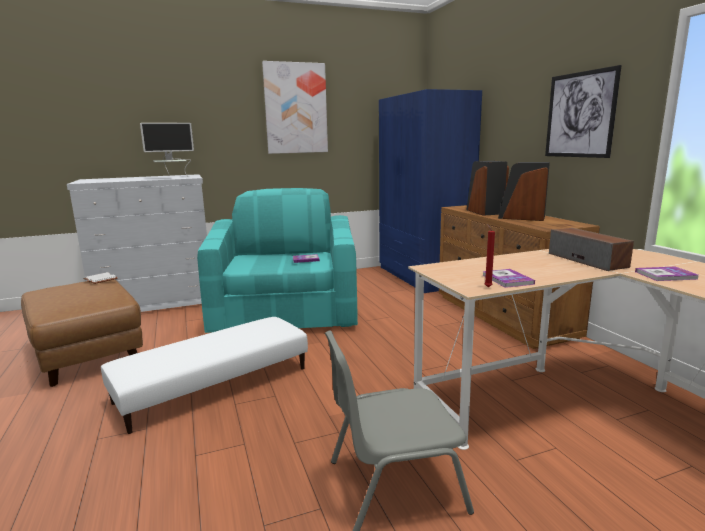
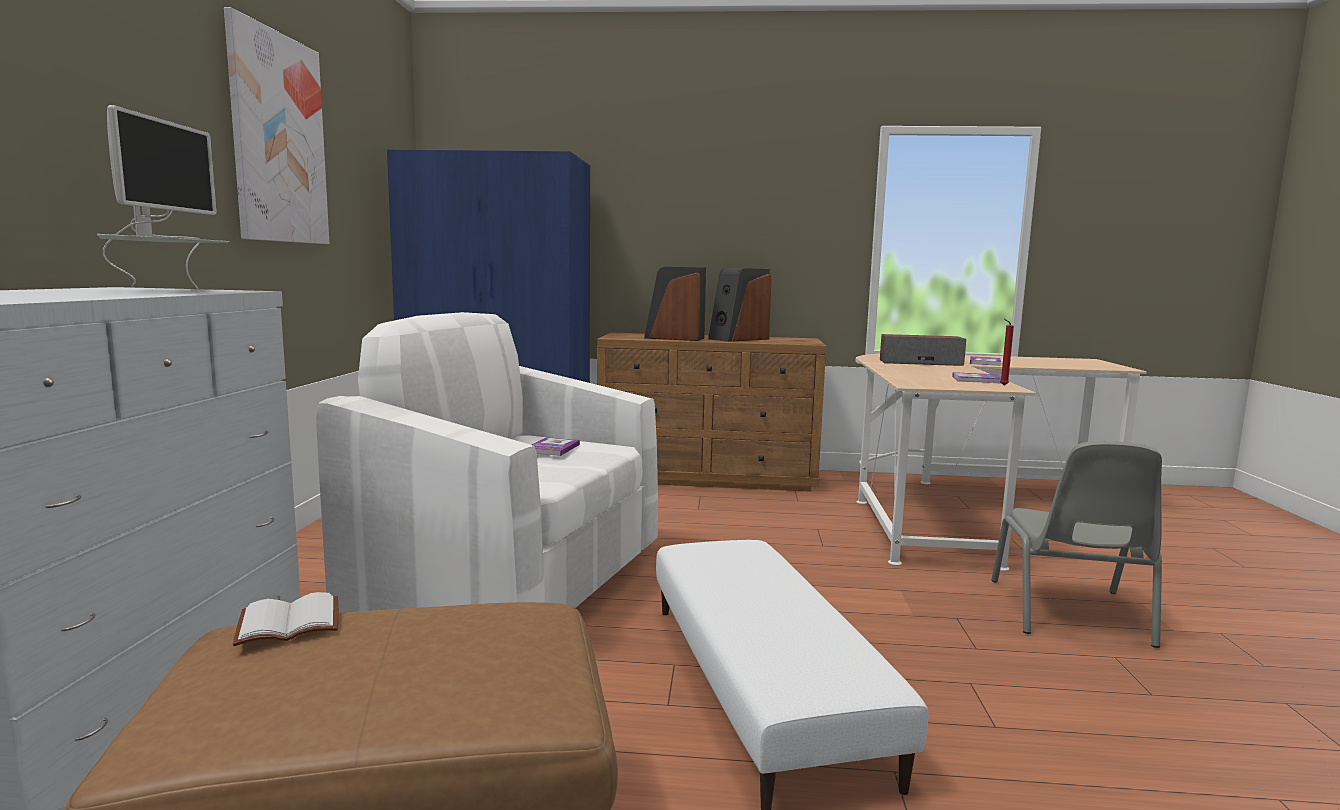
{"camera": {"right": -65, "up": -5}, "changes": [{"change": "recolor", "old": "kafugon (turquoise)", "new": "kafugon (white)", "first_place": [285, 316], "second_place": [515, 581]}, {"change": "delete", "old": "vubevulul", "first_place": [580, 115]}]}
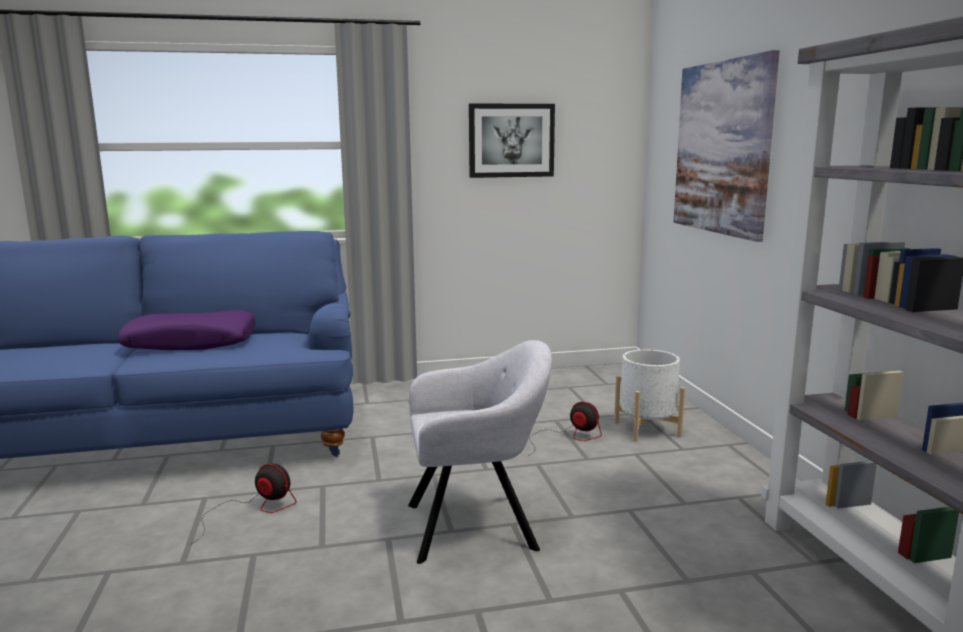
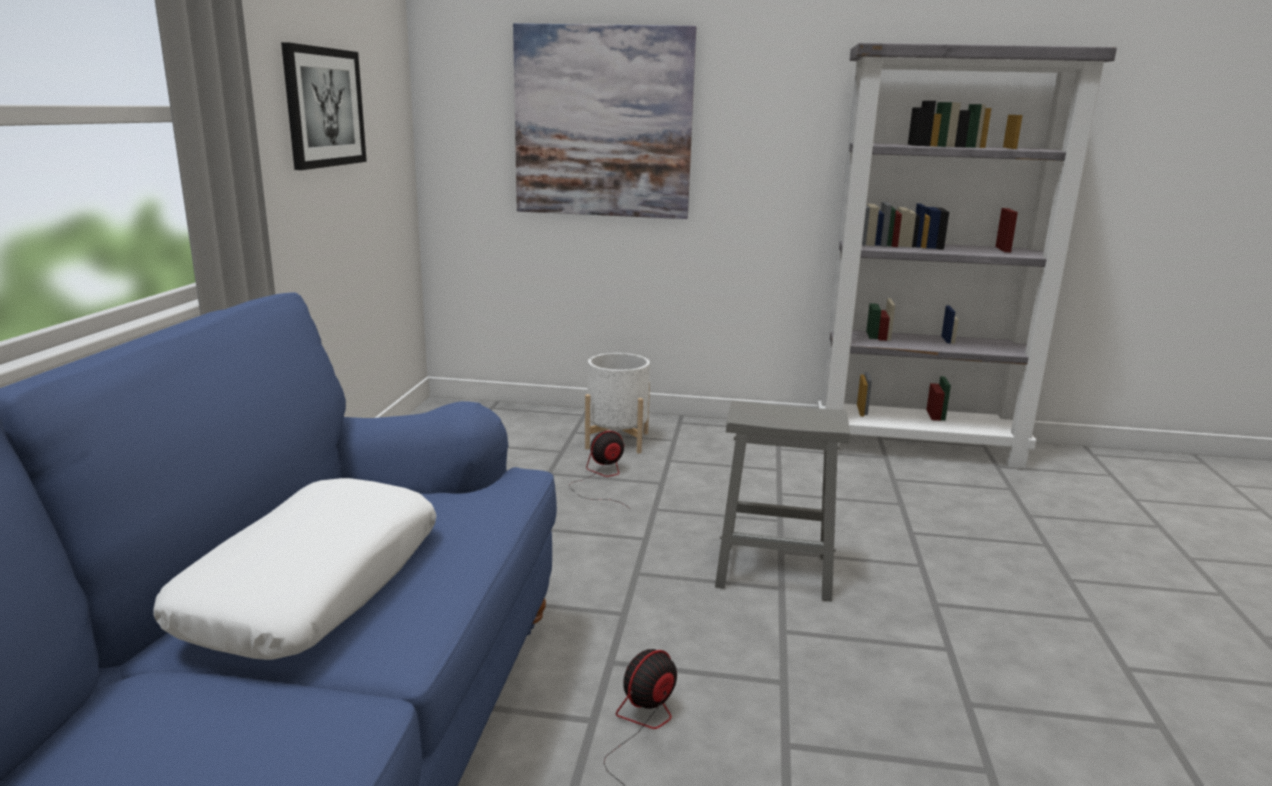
{"camera": {"right": -70, "up": 5}, "changes": [{"change": "recolor", "old": "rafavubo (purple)", "new": "rafavubo (white)", "first_place": [191, 343], "second_place": [313, 586]}, {"change": "replace", "old": "kafugon (grey)", "new": "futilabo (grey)", "first_place": [477, 525], "second_place": [776, 571]}]}
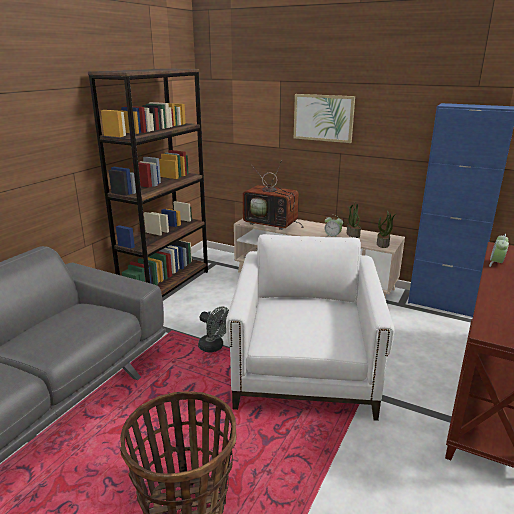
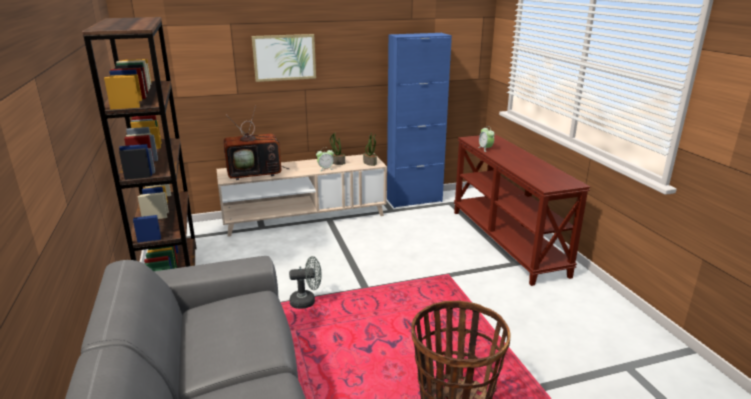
{"camera": {"right": -45, "up": 0}, "changes": [{"change": "delete", "old": "kafugon (white)", "first_place": [305, 367]}]}
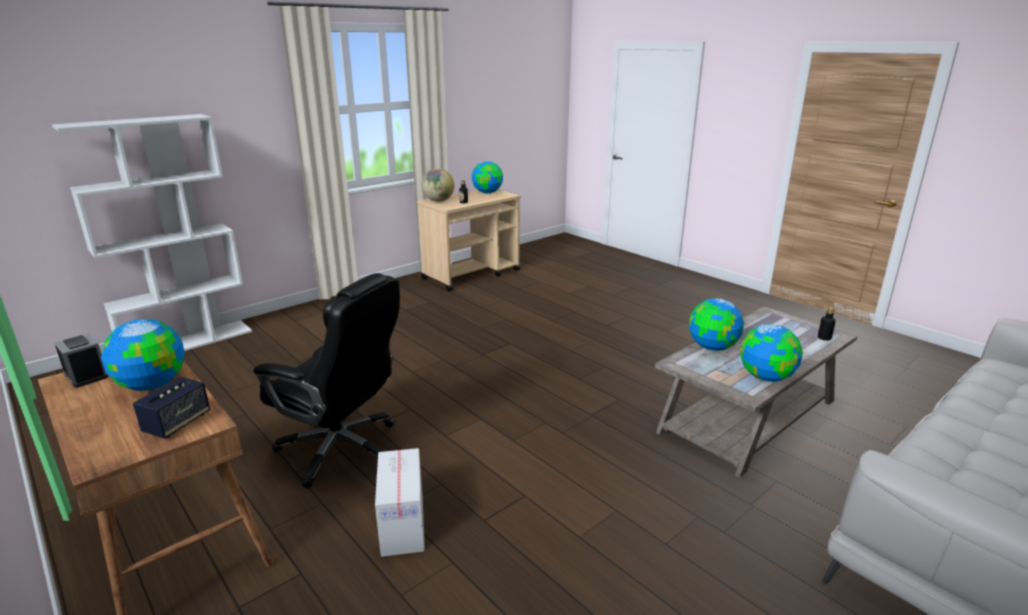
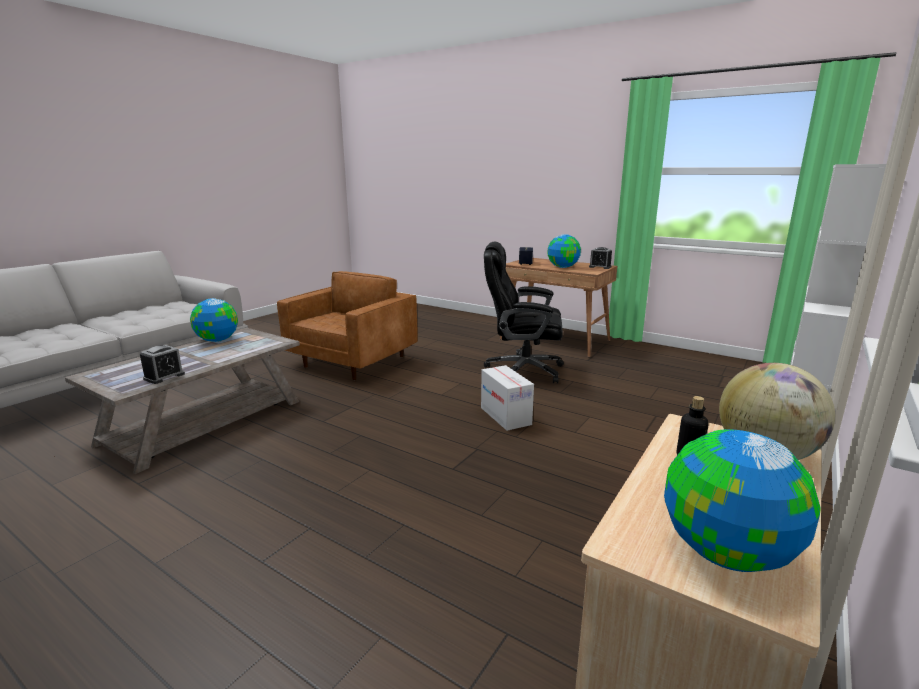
{"camera": {"right": 165, "up": -5}, "changes": [{"change": "move", "old": "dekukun", "first_place": [402, 524], "second_place": [505, 416]}, {"change": "delete", "old": "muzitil", "first_place": [712, 347]}, {"change": "delete", "old": "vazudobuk", "first_place": [824, 338]}, {"change": "insert", "new": "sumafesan", "second_place": [164, 376]}, {"change": "insert", "new": "kafugon (brown)", "second_place": [353, 363]}]}
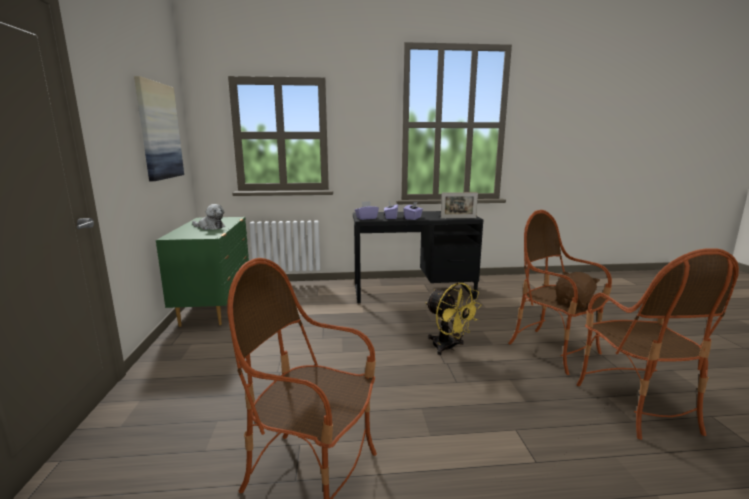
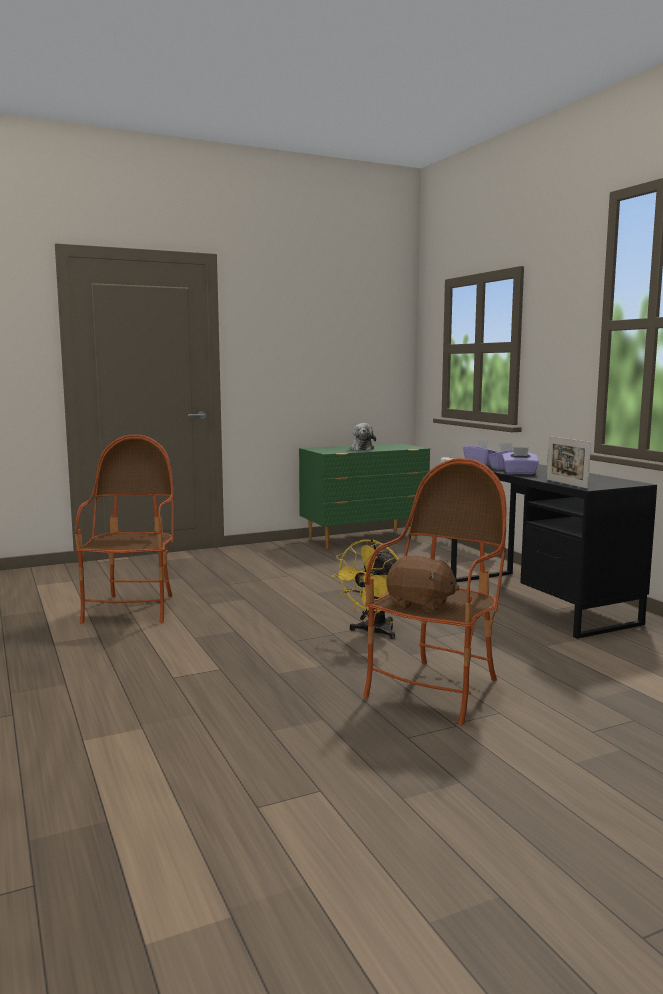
{"camera": {"right": 70, "up": -5}, "changes": [{"change": "delete", "old": "vubevulul", "first_place": [159, 131]}, {"change": "delete", "old": "kafugon", "first_place": [636, 406]}]}
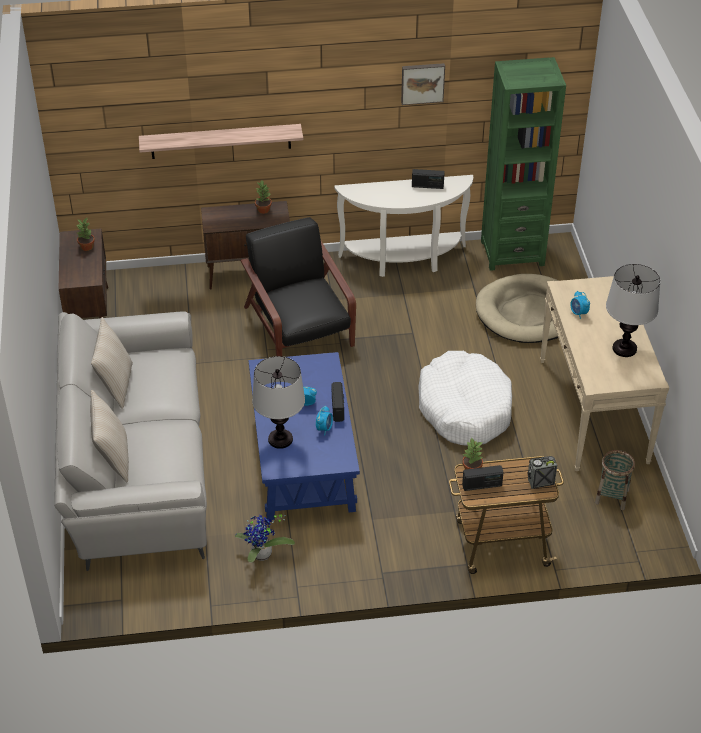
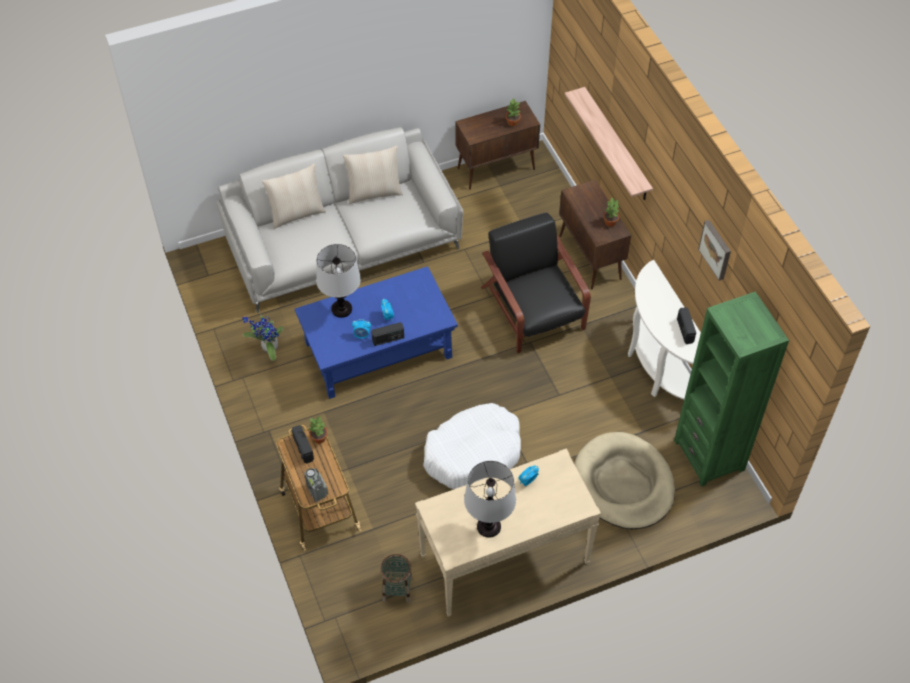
{"camera": {"right": 75, "up": 10}, "changes": [{"change": "rotate", "old": "kafugon (black)", "first_place": [299, 328], "second_place": [533, 310], "degrees": -75}]}
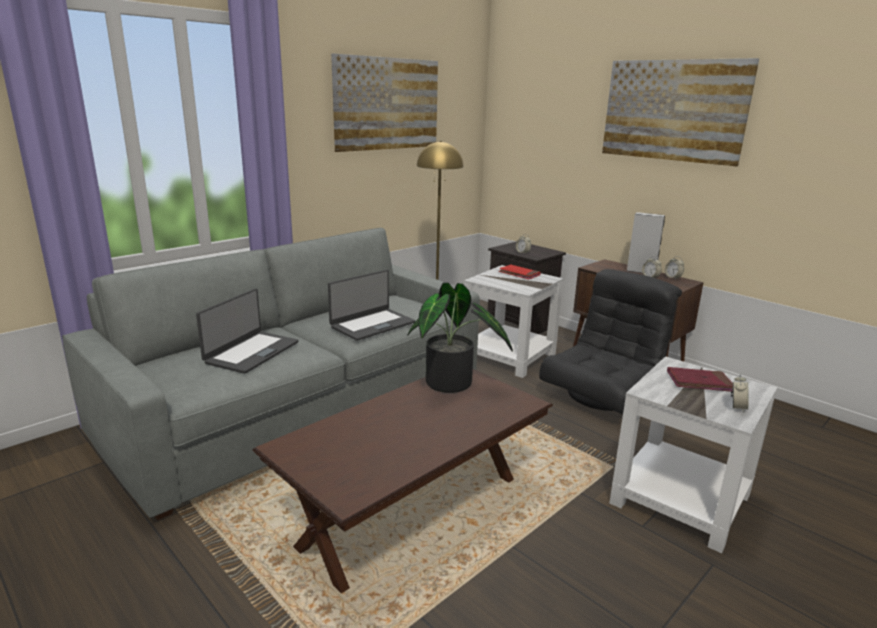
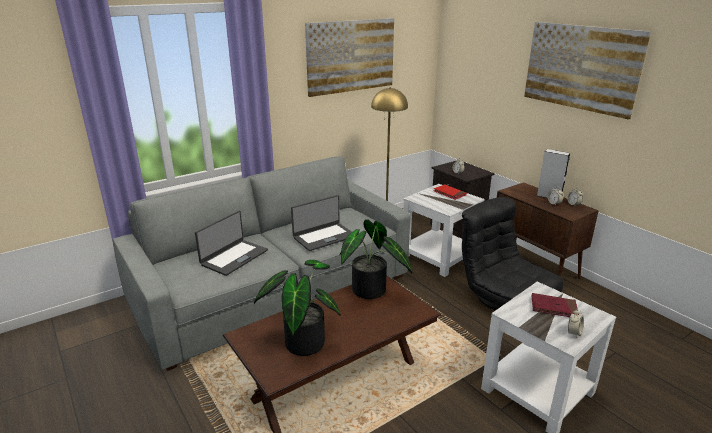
{"camera": {"right": 10, "up": 5}, "changes": [{"change": "rotate", "old": "kafugon (black)", "first_place": [603, 396], "second_place": [504, 297], "degrees": -90}, {"change": "insert", "new": "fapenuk", "second_place": [302, 341]}]}
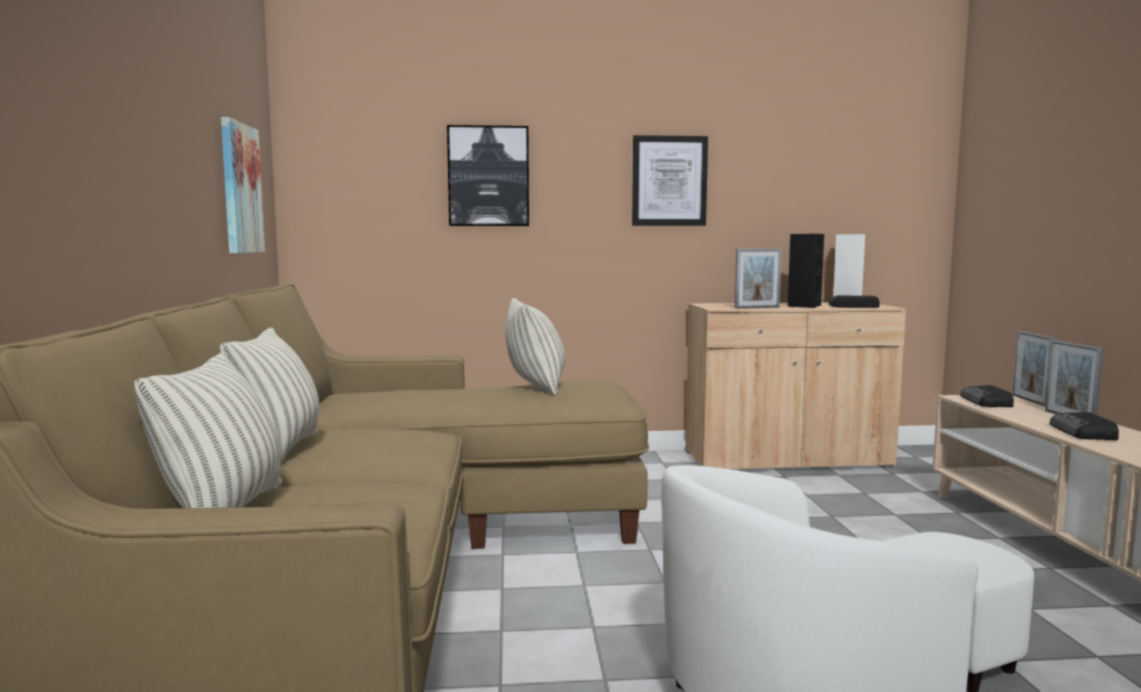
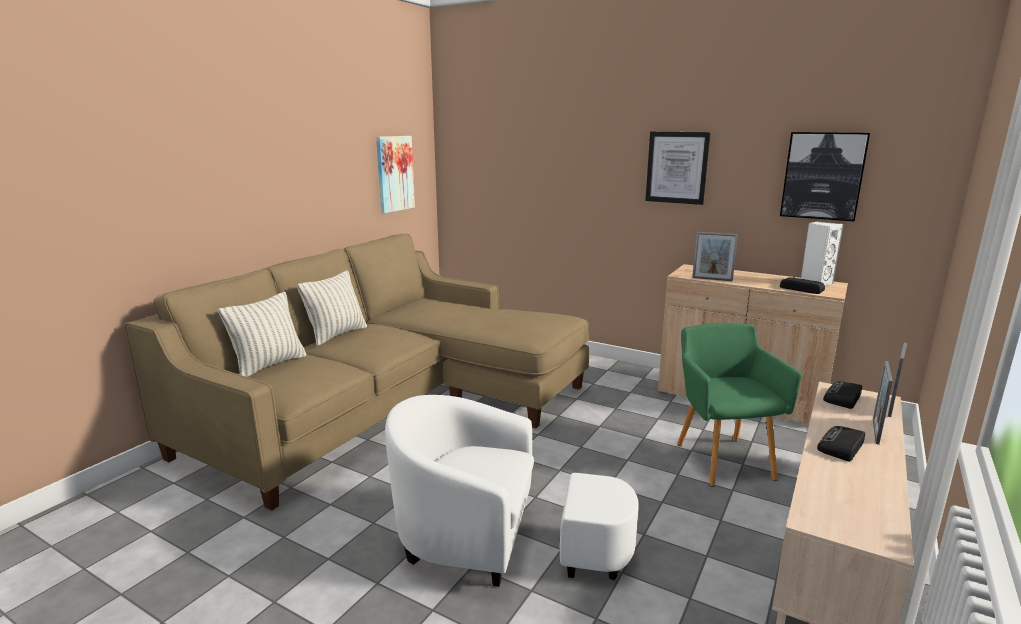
{"camera": {"right": 35, "up": 10}, "changes": [{"change": "move", "old": "vubevulul", "first_place": [488, 176], "second_place": [823, 176]}, {"change": "delete", "old": "rafavubo", "first_place": [535, 387]}, {"change": "delete", "old": "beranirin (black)", "first_place": [804, 306]}, {"change": "insert", "new": "kafugon (green)", "second_place": [722, 458]}]}
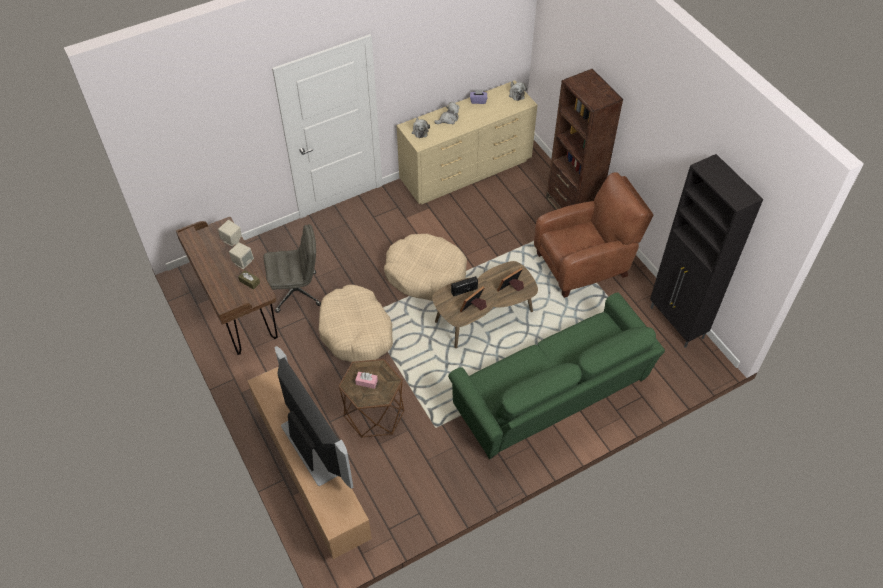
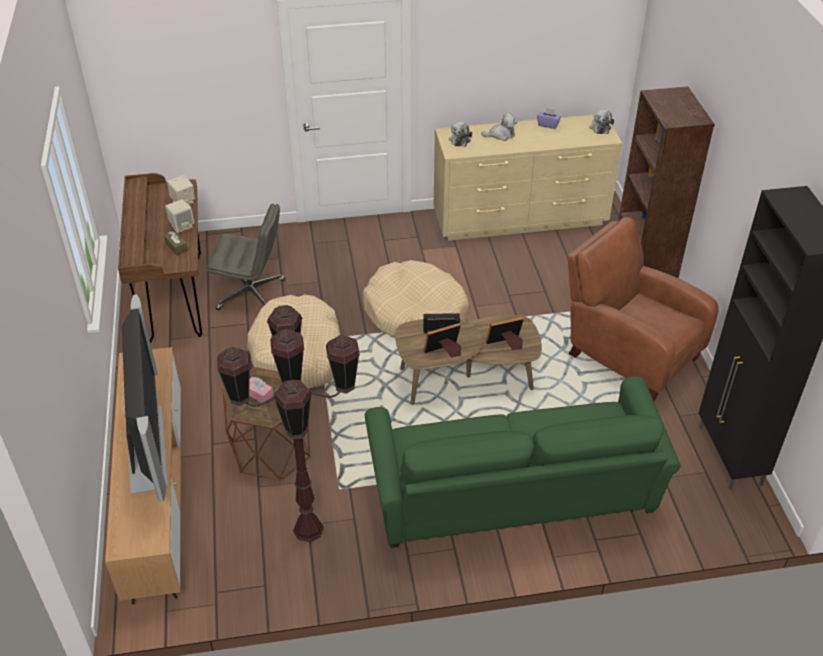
{"camera": {"right": 20, "up": -10}, "changes": [{"change": "rotate", "old": "kafugon (brown)", "first_place": [585, 264], "second_place": [629, 353], "degrees": -135}, {"change": "insert", "new": "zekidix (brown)", "second_place": [308, 530]}]}
